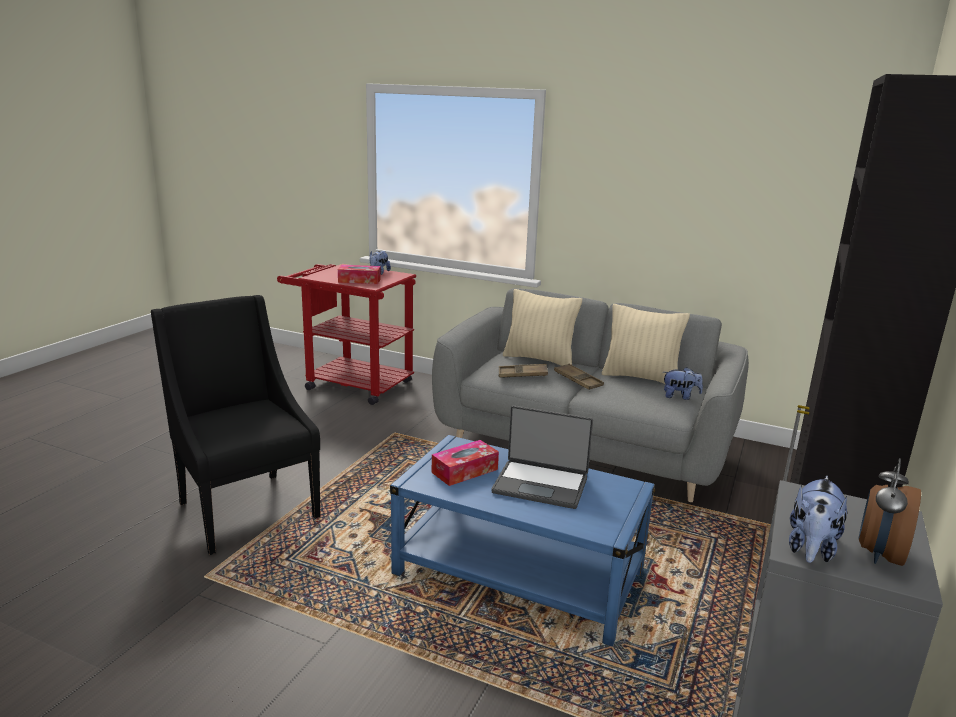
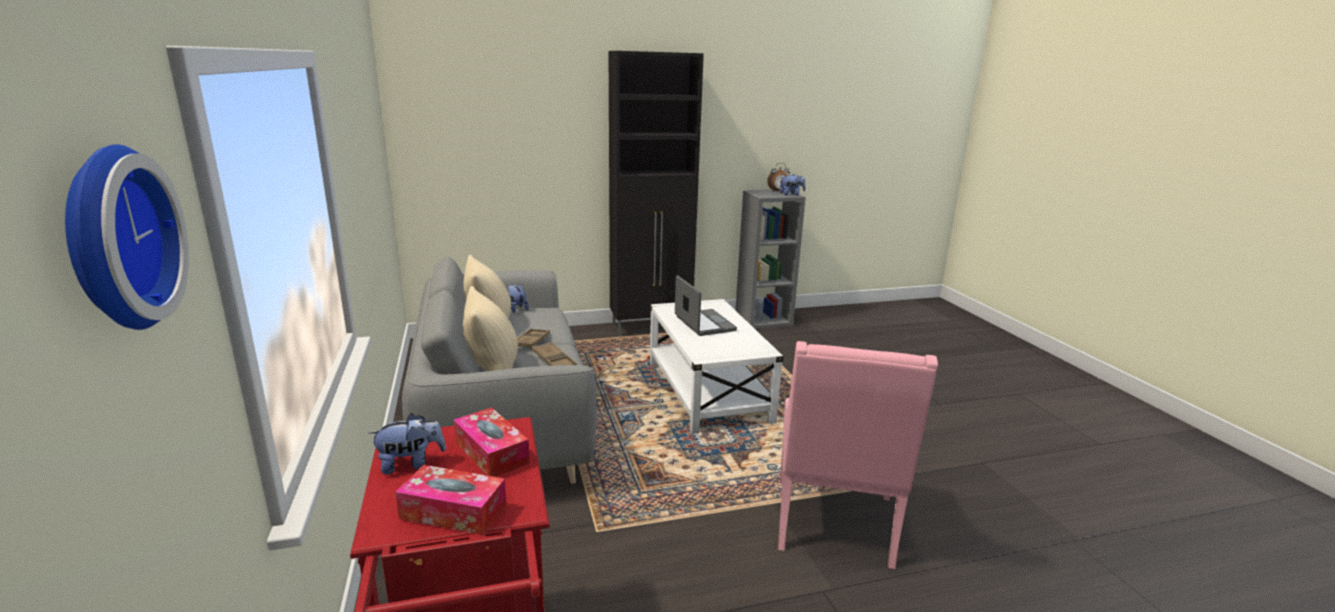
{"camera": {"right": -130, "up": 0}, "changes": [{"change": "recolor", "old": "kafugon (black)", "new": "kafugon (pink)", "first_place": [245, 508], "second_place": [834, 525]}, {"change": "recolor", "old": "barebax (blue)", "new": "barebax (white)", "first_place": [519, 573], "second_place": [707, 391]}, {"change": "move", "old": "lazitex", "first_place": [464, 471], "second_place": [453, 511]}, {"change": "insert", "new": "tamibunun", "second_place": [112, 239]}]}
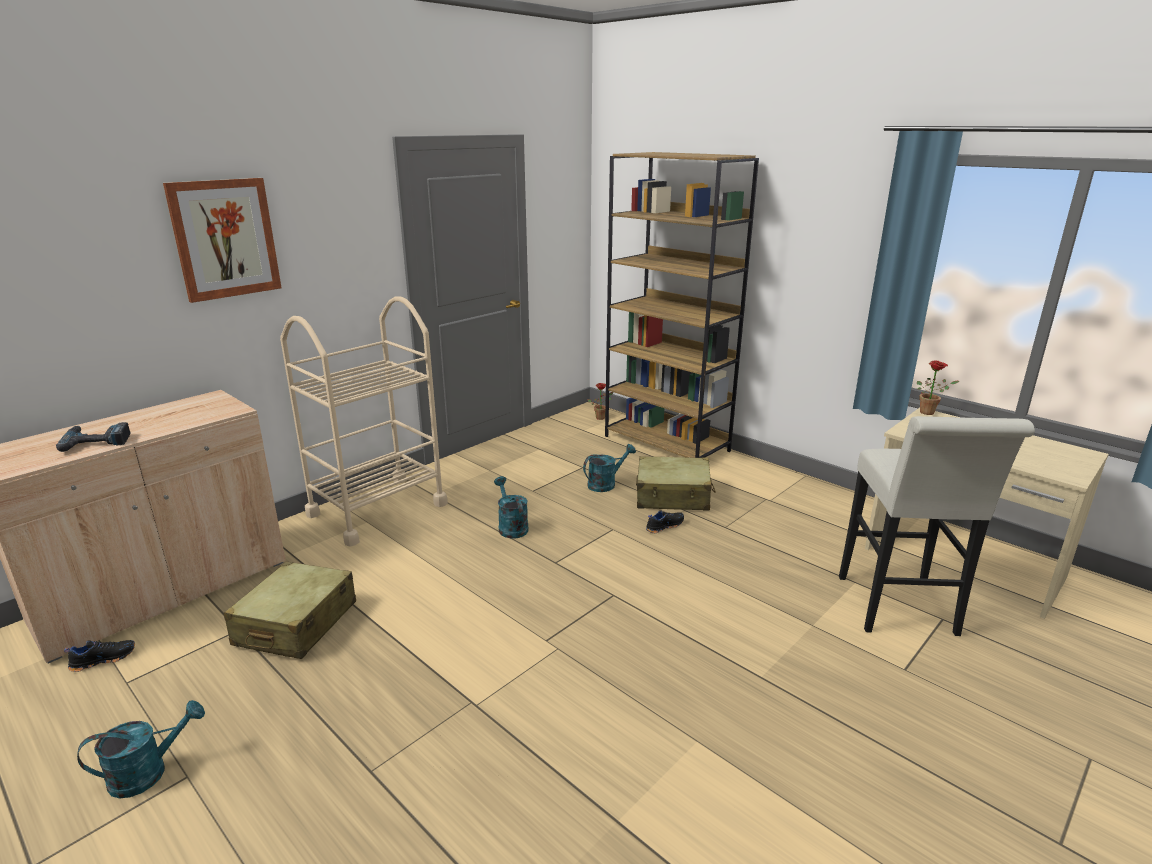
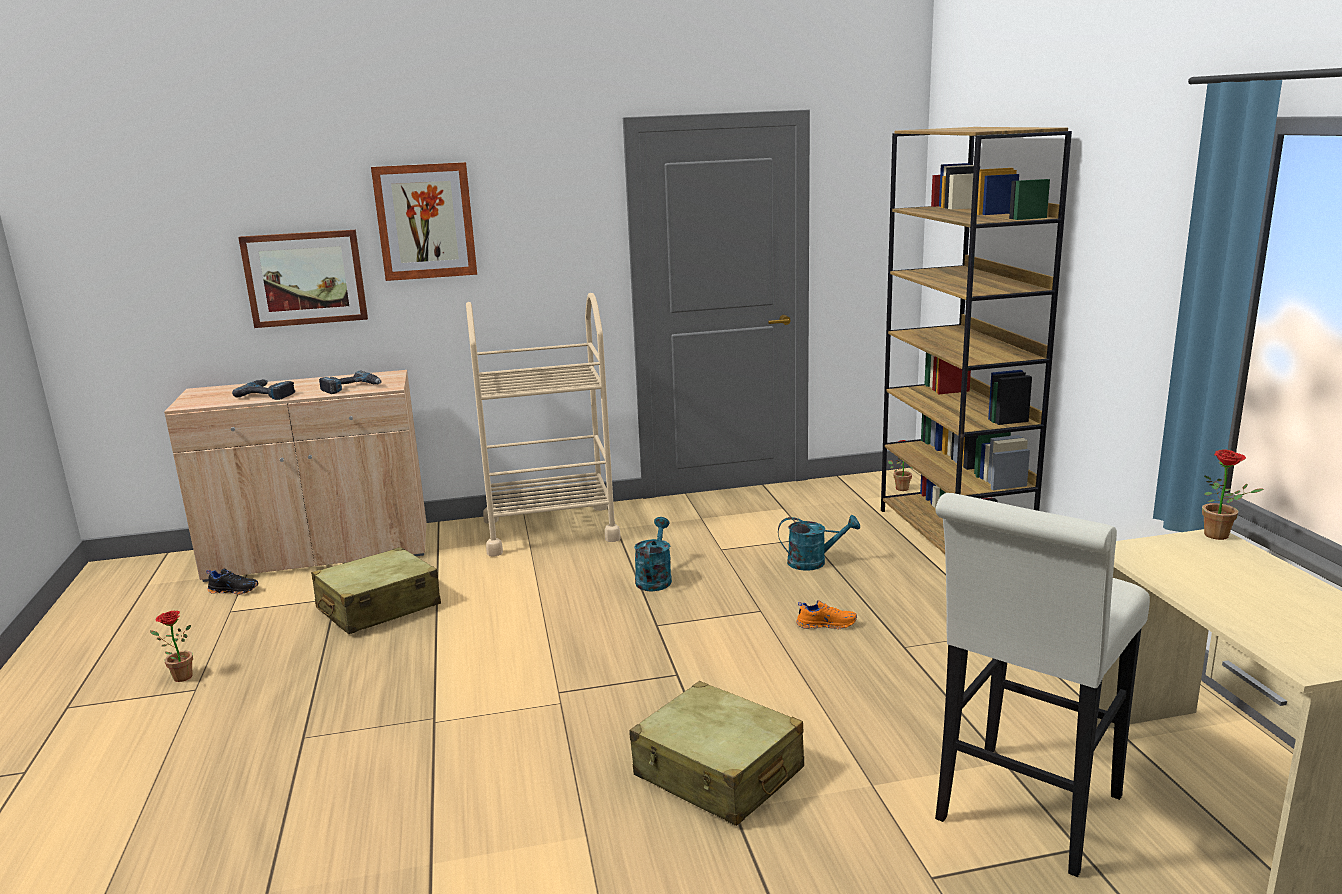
{"camera": {"right": 35, "up": -5}, "changes": [{"change": "replace", "old": "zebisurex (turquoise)", "new": "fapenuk", "first_place": [148, 772], "second_place": [179, 677]}, {"change": "move", "old": "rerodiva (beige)", "first_place": [673, 496], "second_place": [718, 773]}, {"change": "recolor", "old": "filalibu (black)", "new": "filalibu (orange)", "first_place": [664, 526], "second_place": [826, 624]}, {"change": "insert", "new": "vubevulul", "second_place": [305, 278]}, {"change": "insert", "new": "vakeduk", "second_place": [351, 388]}]}
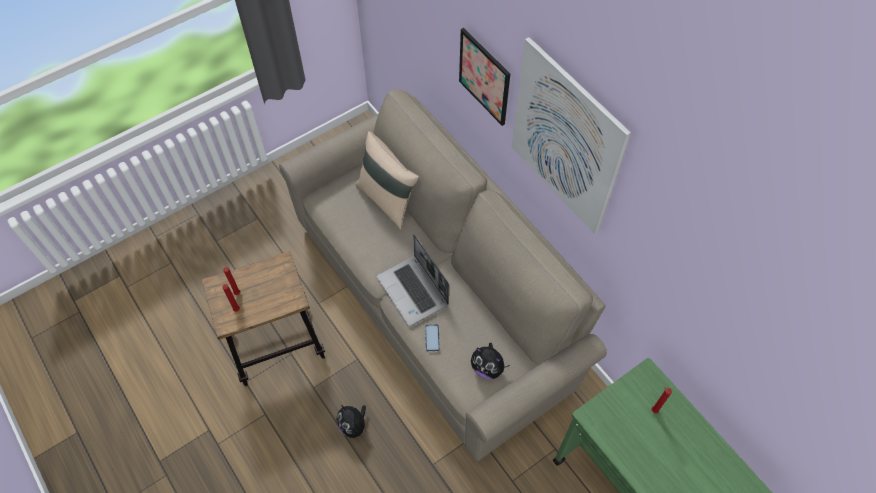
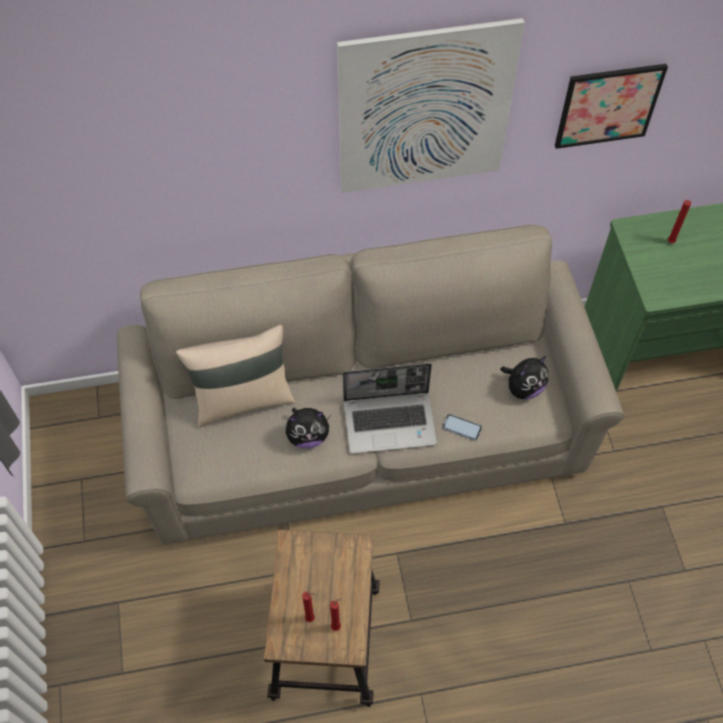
{"camera": {"right": -65, "up": 0}, "changes": [{"change": "move", "old": "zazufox", "first_place": [354, 426], "second_place": [308, 436]}, {"change": "move", "old": "vubevulul", "first_place": [484, 77], "second_place": [608, 105]}]}
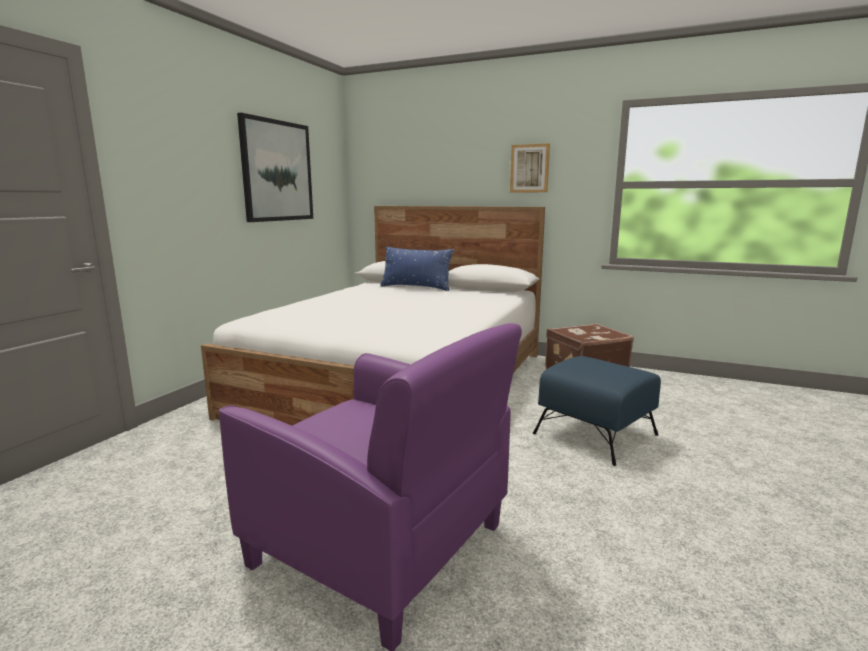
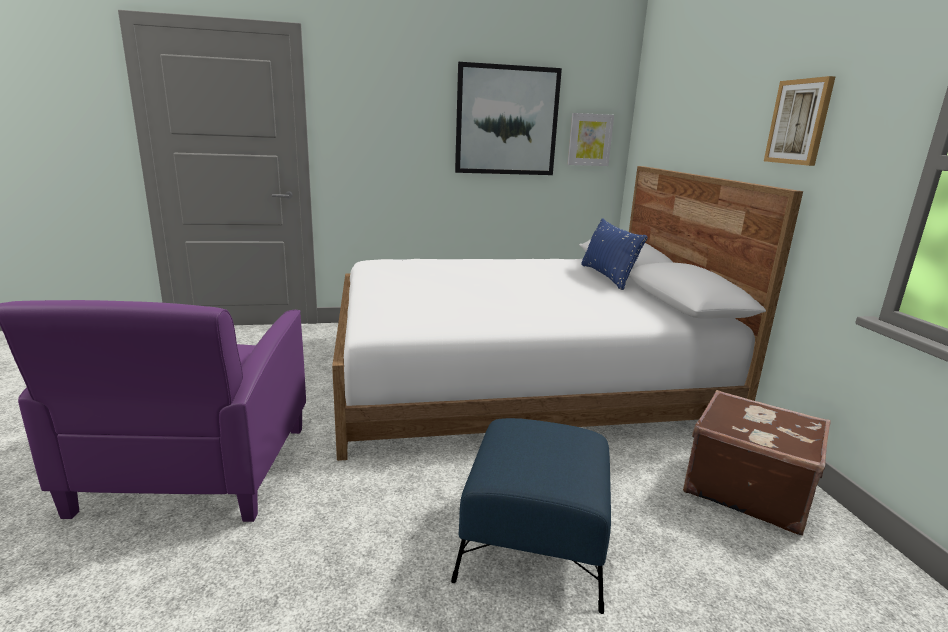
{"camera": {"right": 55, "up": 5}, "changes": [{"change": "insert", "new": "vubevulul", "second_place": [589, 140]}]}
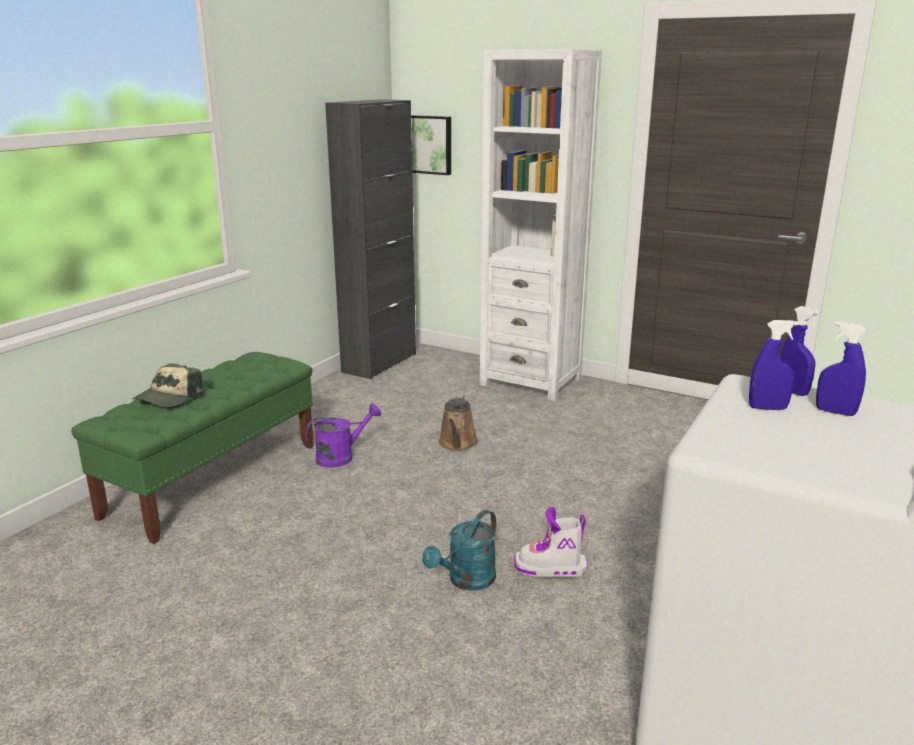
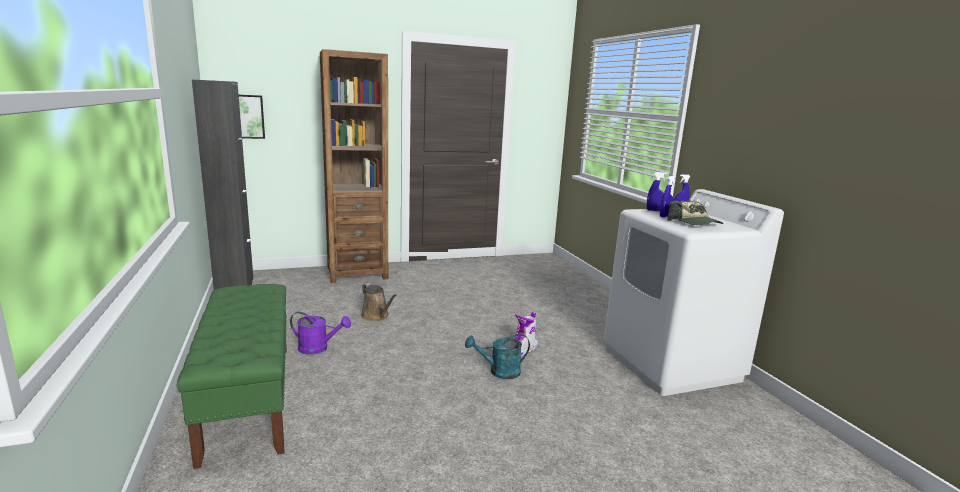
{"camera": {"right": -50, "up": -5}, "changes": [{"change": "move", "old": "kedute", "first_place": [168, 398], "second_place": [694, 223]}, {"change": "rotate", "old": "zebisurex (purple)", "first_place": [341, 457], "second_place": [318, 348], "degrees": 90}, {"change": "rotate", "old": "zebisurex (turquoise)", "first_place": [466, 581], "second_place": [499, 372], "degrees": 90}, {"change": "recolor", "old": "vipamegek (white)", "new": "vipamegek (brown)", "first_place": [531, 381], "second_place": [357, 273]}]}
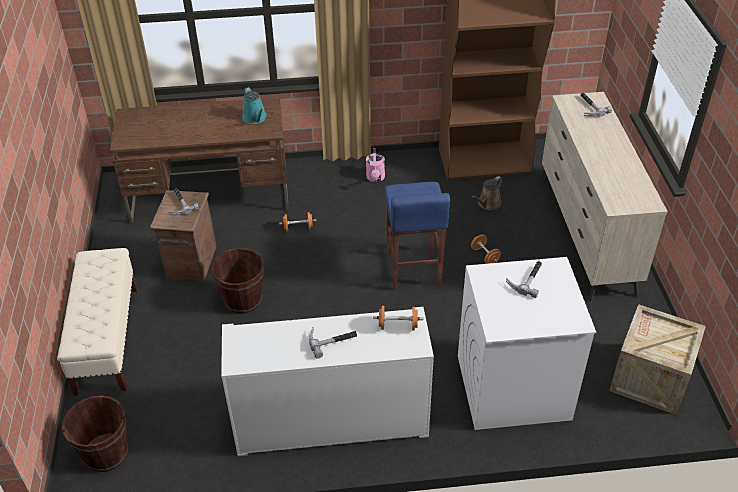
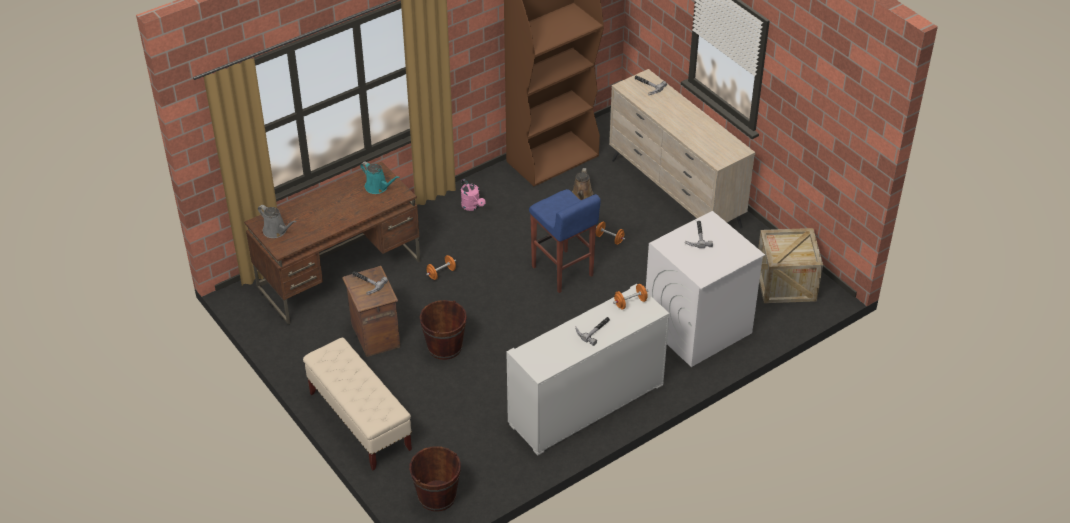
{"camera": {"right": -30, "up": 0}, "changes": [{"change": "insert", "new": "zebisurex (grey)", "second_place": [276, 231]}]}
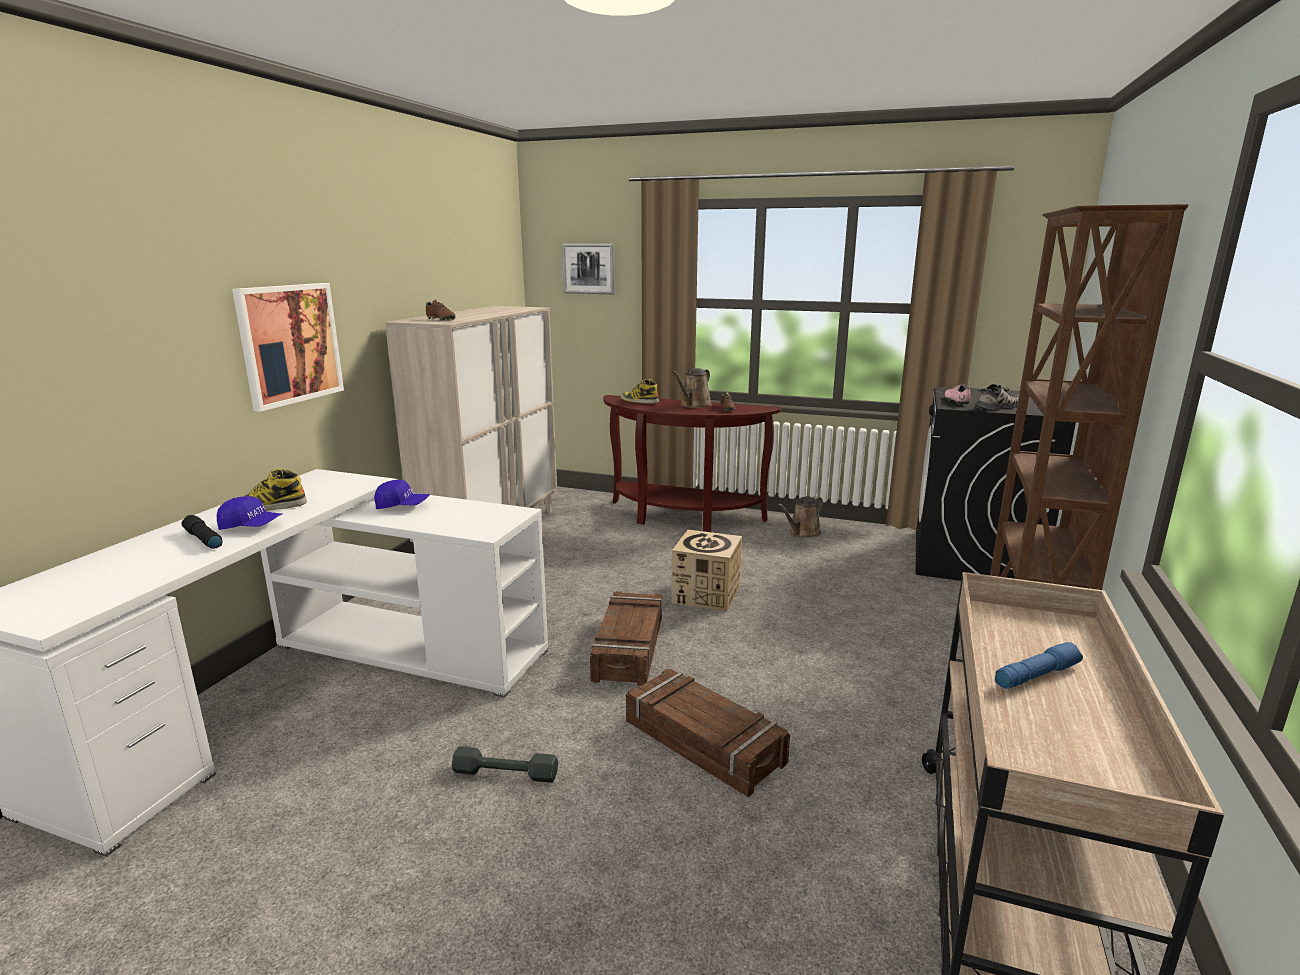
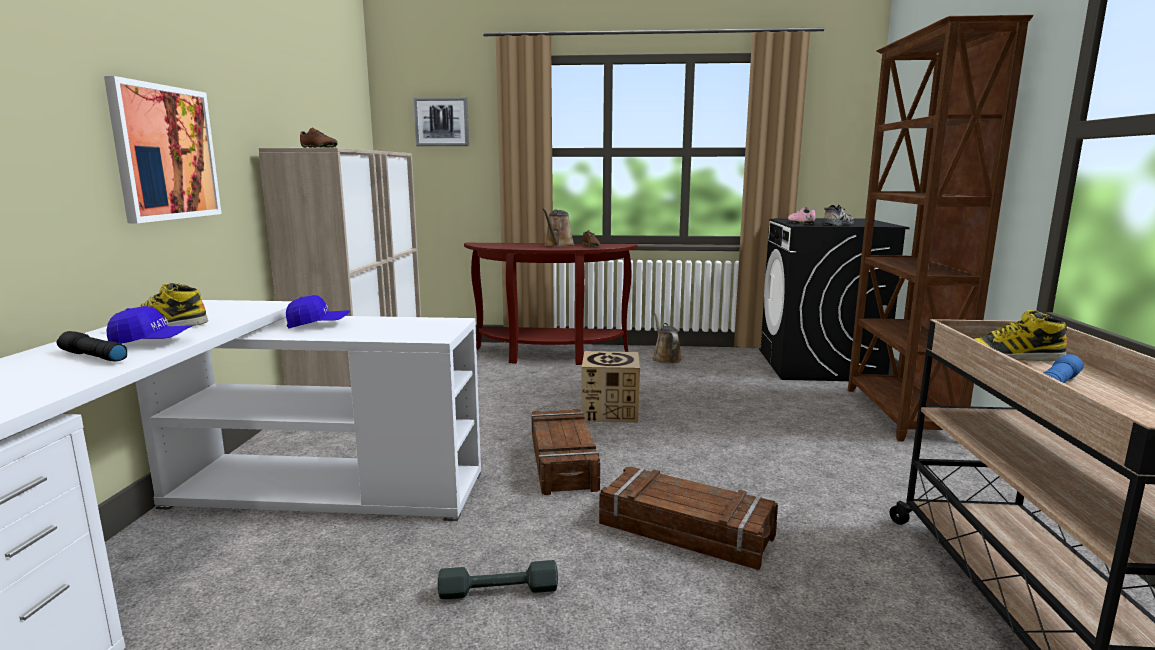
{"camera": {"right": -15, "up": -5}, "changes": [{"change": "move", "old": "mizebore", "first_place": [639, 401], "second_place": [1011, 356]}, {"change": "rotate", "old": "zebisurex (brown)", "first_place": [802, 533], "second_place": [665, 358], "degrees": 135}]}
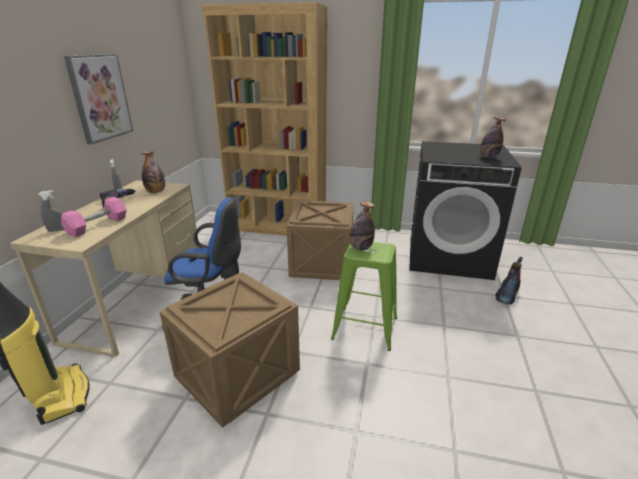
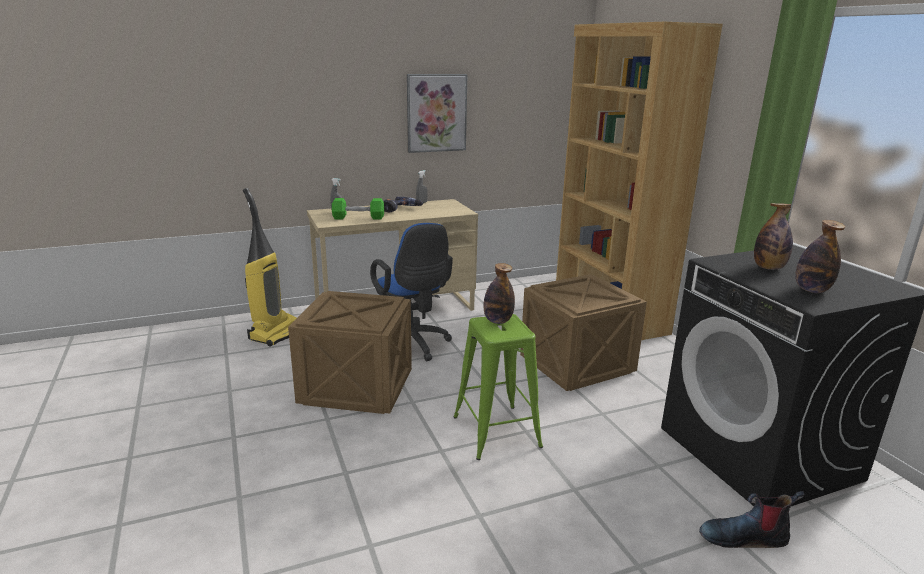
{"camera": {"right": 55, "up": -5}, "changes": [{"change": "recolor", "old": "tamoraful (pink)", "new": "tamoraful (green)", "first_place": [98, 225], "second_place": [358, 218]}, {"change": "move", "old": "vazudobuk", "first_place": [156, 192], "second_place": [768, 268]}]}
